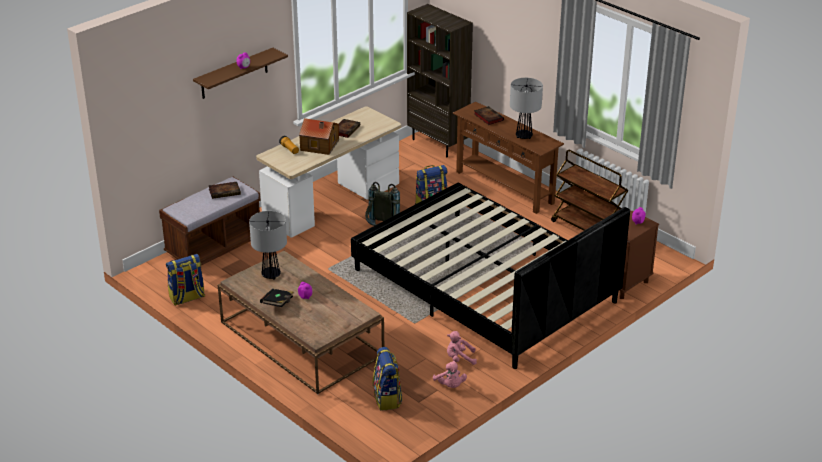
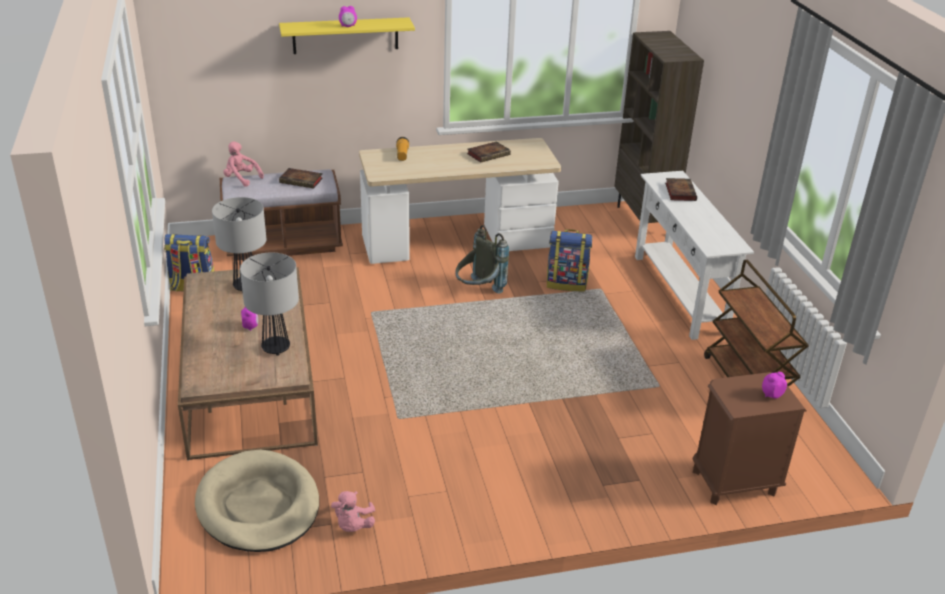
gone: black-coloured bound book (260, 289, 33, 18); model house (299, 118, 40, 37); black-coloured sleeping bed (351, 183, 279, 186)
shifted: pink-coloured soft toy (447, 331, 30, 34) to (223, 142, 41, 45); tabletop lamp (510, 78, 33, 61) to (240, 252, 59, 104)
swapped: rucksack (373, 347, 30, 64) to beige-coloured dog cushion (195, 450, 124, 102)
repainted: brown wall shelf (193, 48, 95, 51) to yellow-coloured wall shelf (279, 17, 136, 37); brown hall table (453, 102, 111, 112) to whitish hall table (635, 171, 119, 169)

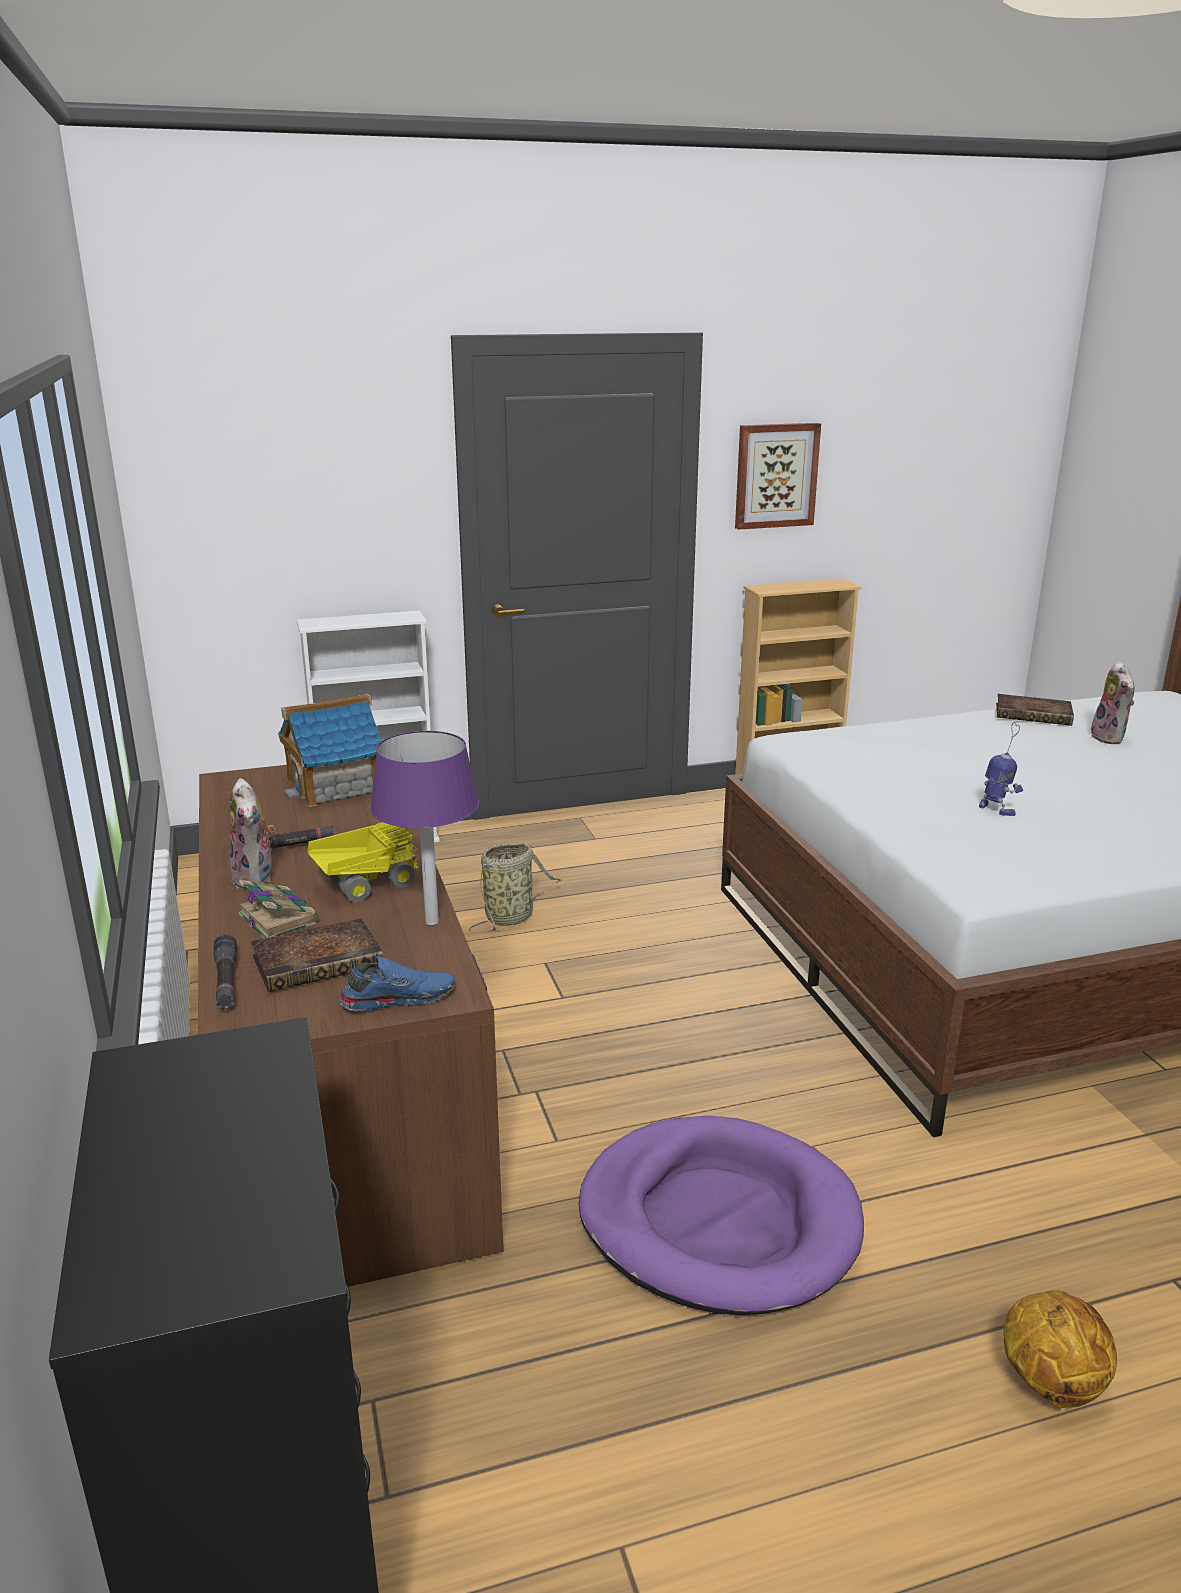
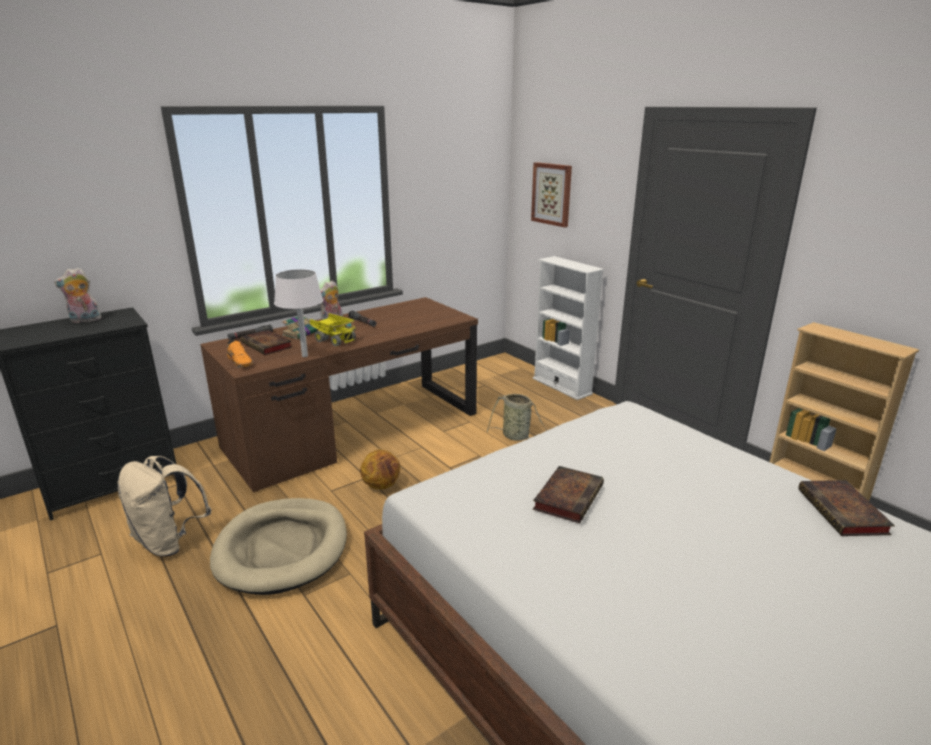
gone: model house (278, 694, 104, 113)
new: beige-coloured rucksack (118, 456, 93, 101)
shifted: picture (735, 423, 86, 107) to (531, 162, 41, 65); ball for basketball (1004, 1290, 113, 118) to (360, 450, 40, 39); soft toy (1091, 661, 44, 83) to (54, 268, 48, 55)
swapped: robot figure (979, 722, 44, 94) to bound book (533, 466, 71, 57)
repainted: blue shoe (339, 956, 116, 55) to orange-coloured shoe (227, 340, 26, 28); purple tabletop lamp (370, 731, 109, 194) to whitish tabletop lamp (274, 269, 49, 88); purple dog cushion (579, 1116, 285, 199) to beige-coloured dog cushion (210, 498, 137, 97)

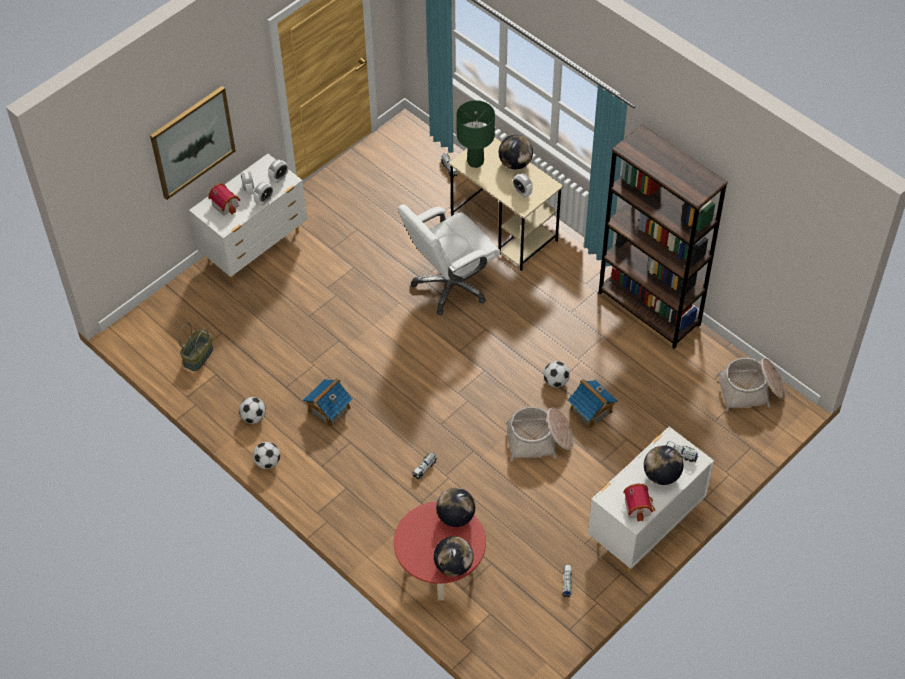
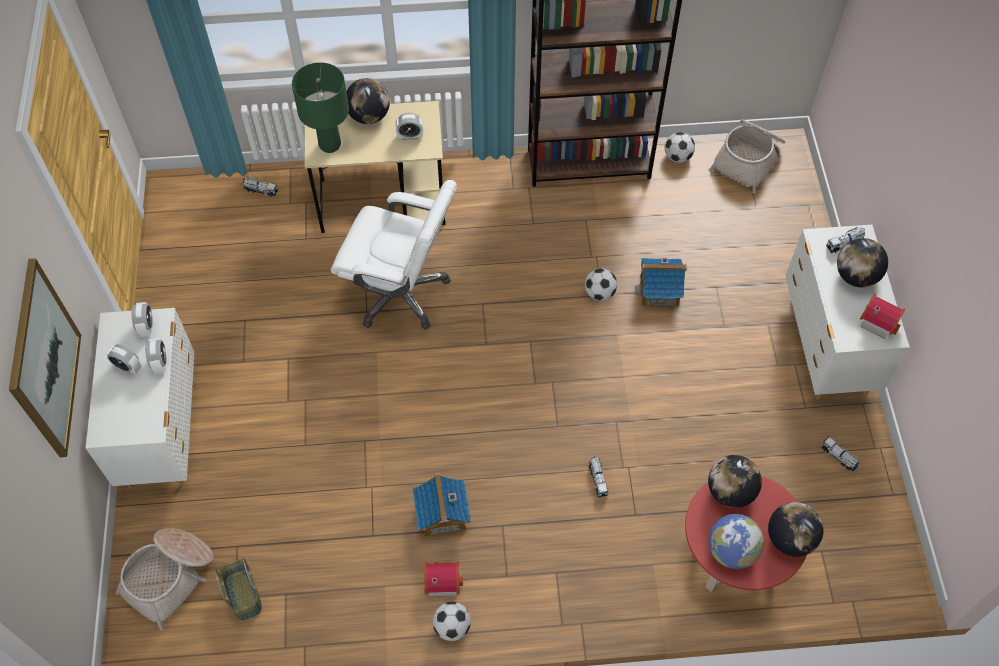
new: world globe (709, 514, 55, 55)
shifted: model house (208, 183, 32, 33) to (424, 562, 39, 35); football (239, 397, 27, 27) to (665, 132, 30, 31); storage basket (506, 407, 68, 55) to (116, 528, 97, 102)
rotated: whitish computer chair (398, 204, 103, 111) = (331, 180, 126, 150) 75 degrees counterclockwise

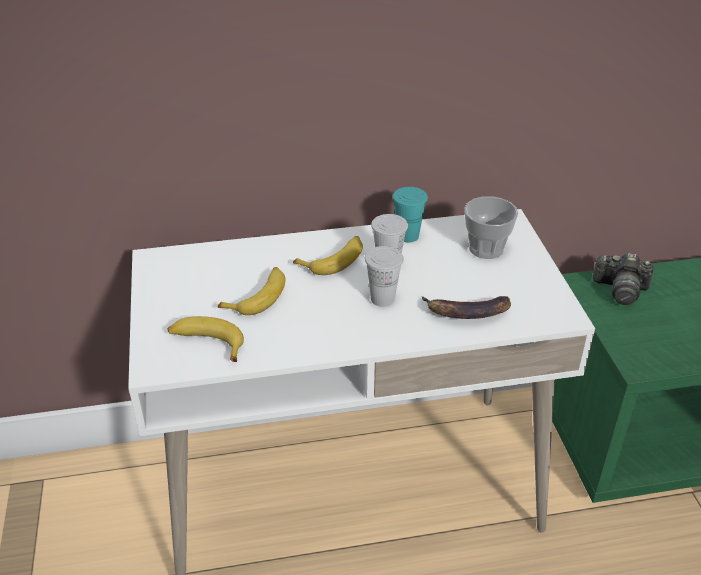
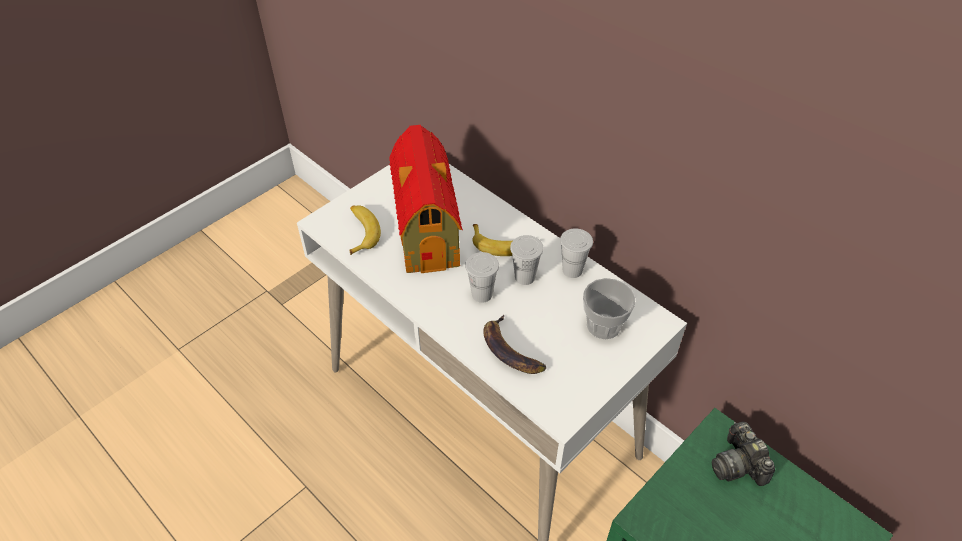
swapped: whole banana (218, 267, 68, 48) to model house (389, 125, 74, 148)
repainted: turquoise drinking cup (393, 187, 35, 56) to whitish drinking cup (560, 228, 33, 50)

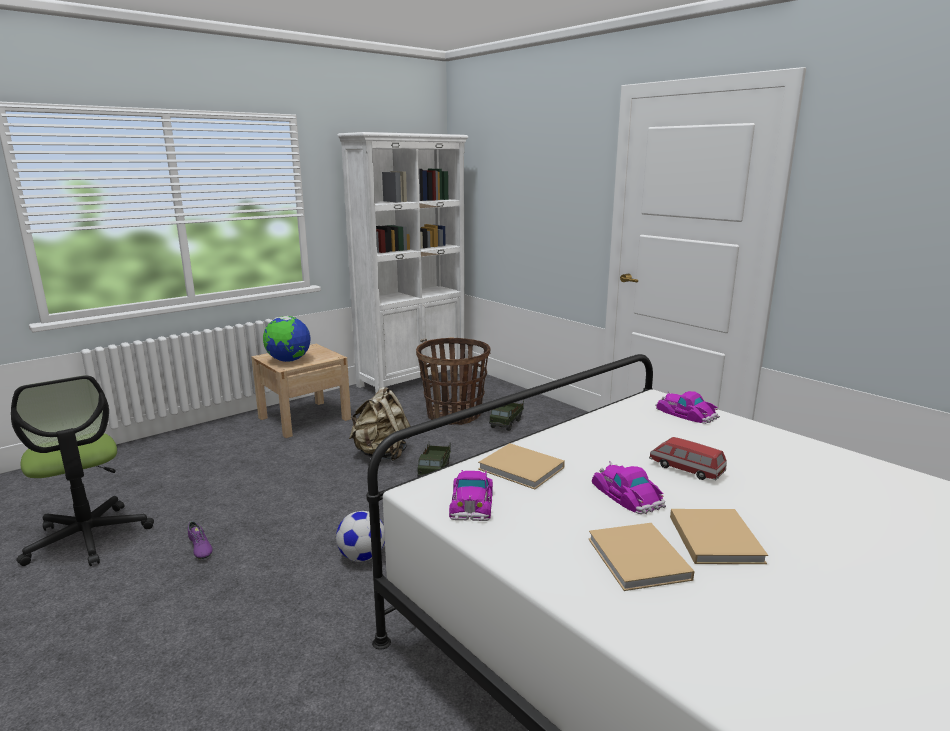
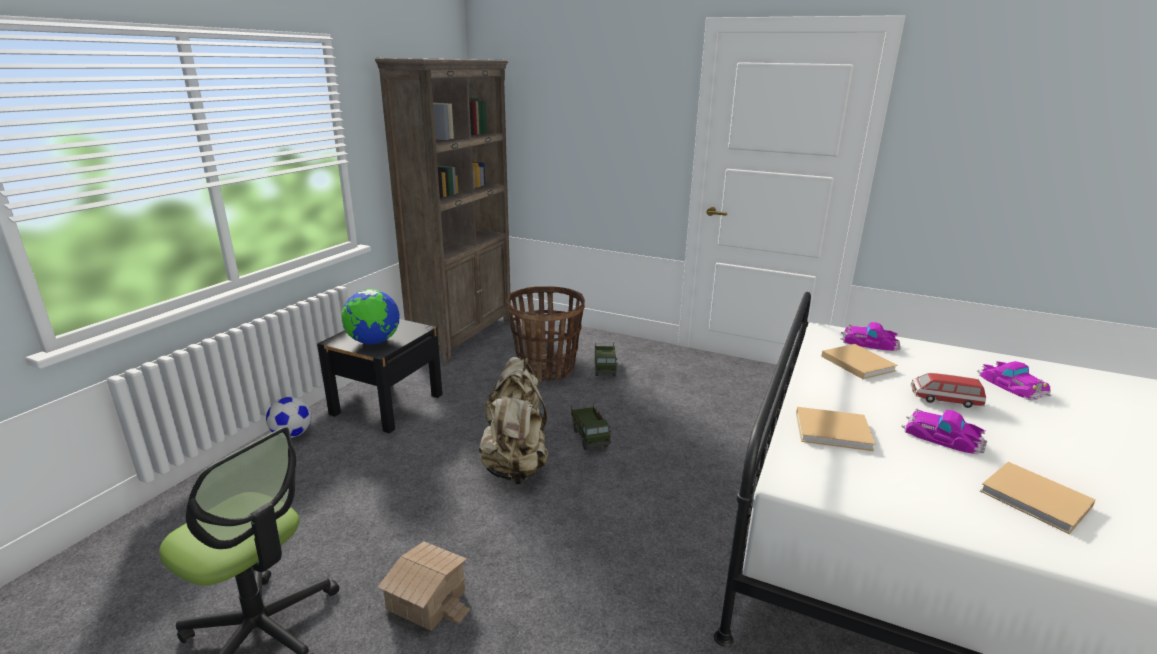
new: beige-coloured rucksack (479, 388, 69, 96)
shifted: football (336, 511, 49, 51) to (266, 397, 45, 41); miniature car (449, 470, 44, 51) to (977, 361, 75, 39); beige-coloured bound book (670, 509, 98, 55) to (821, 344, 77, 35)
swapped: purple shoe (188, 521, 24, 39) to model house (377, 542, 93, 89)
repainted: beige-coloured bedside table (251, 344, 100, 94) to black-coloured bedside table (317, 319, 125, 114); whitish bookshelf (337, 132, 132, 262) to brown bookshelf (375, 58, 136, 305)

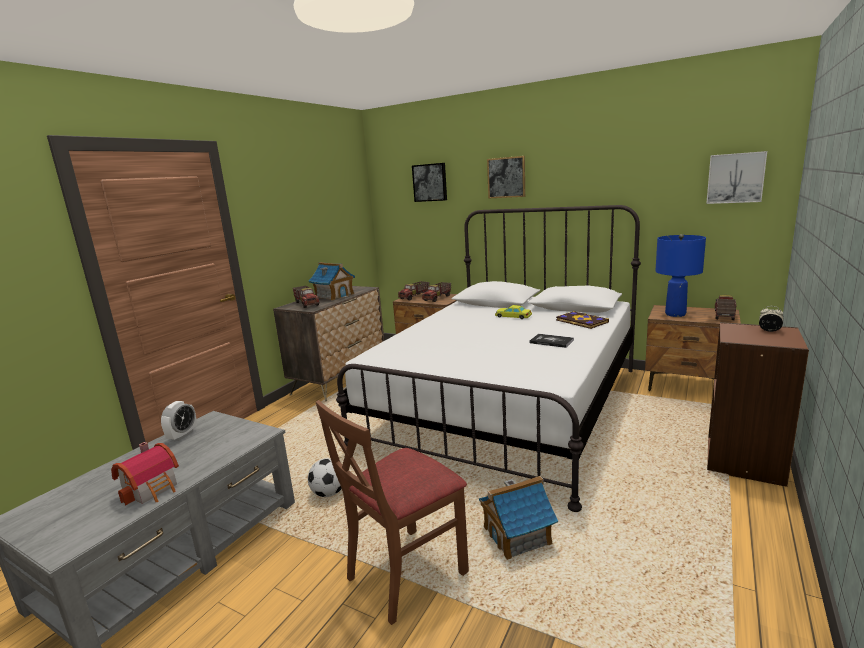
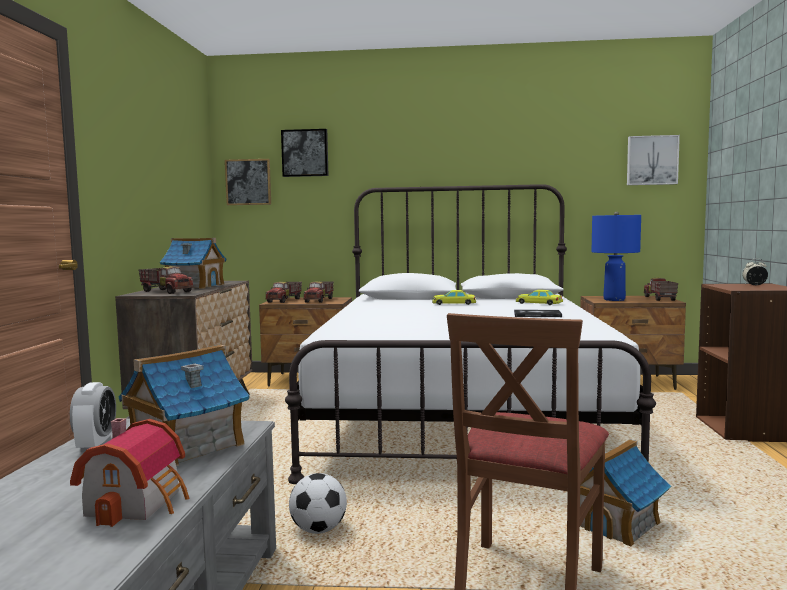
new: model house (118, 345, 132, 121)
shifted: picture (487, 156, 38, 43) to (225, 159, 46, 46)
swapped: bound book (556, 311, 53, 18) to yellow-coloured miniature car (516, 289, 47, 16)

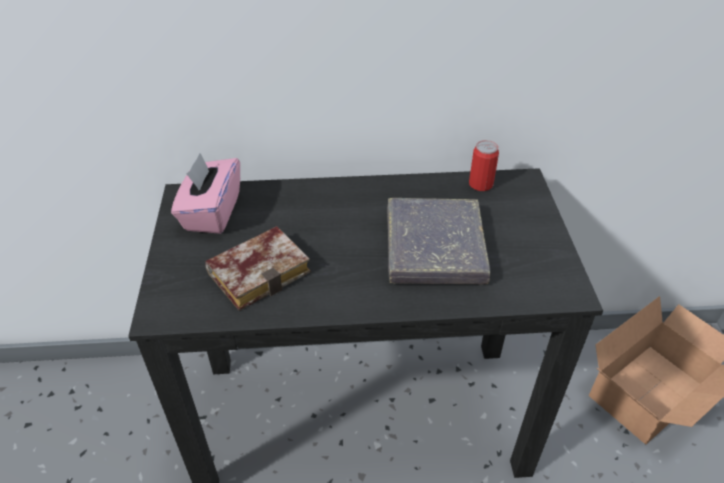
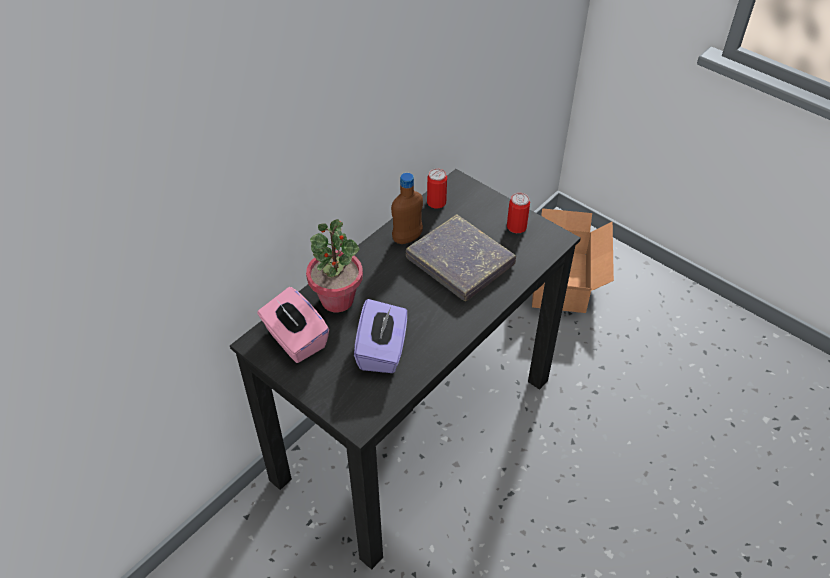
new: plant in a pot (306, 219, 57, 94); brown drink bottle (391, 173, 32, 71); can (507, 193, 23, 40)
swapped: bound book (205, 226, 106, 85) to purple box of tissues (354, 299, 53, 74)

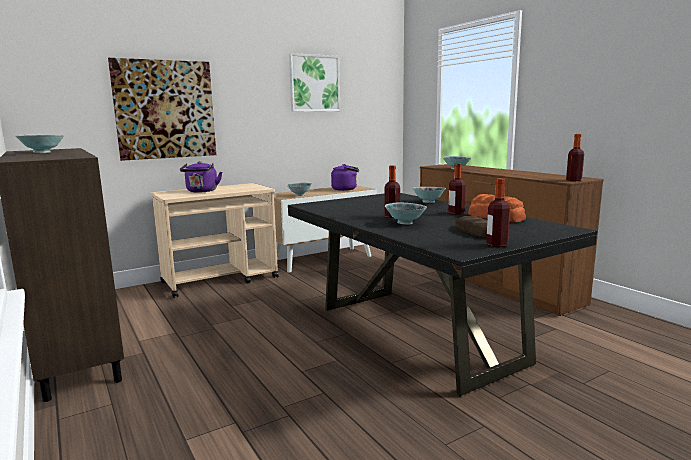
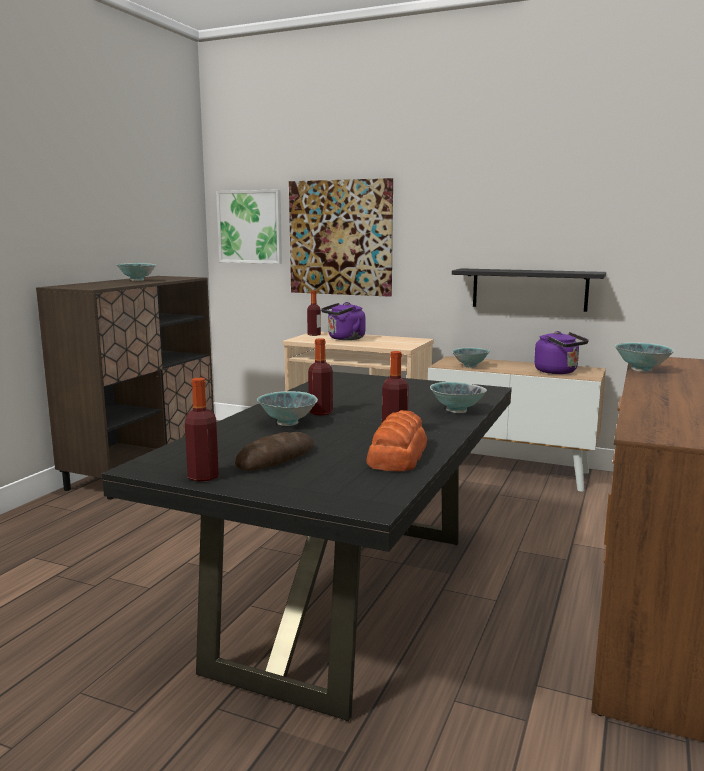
new: black-coloured wall shelf (452, 268, 154, 44)
shifted: picture (289, 53, 51, 59) to (216, 189, 66, 75); drink bottle (566, 134, 18, 47) to (307, 290, 14, 46)

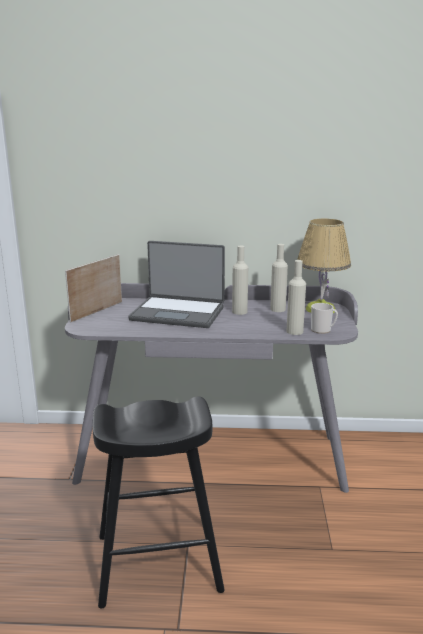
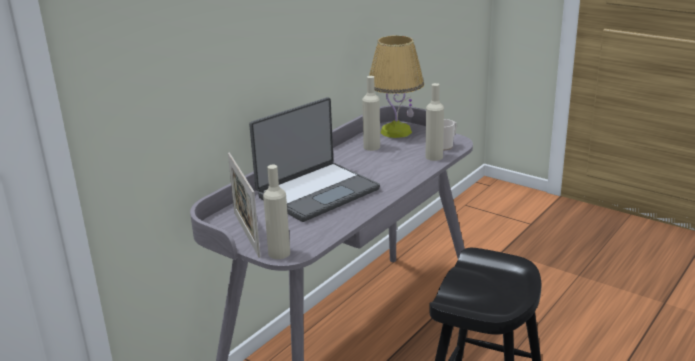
shifted: beige-coloured drink bottle (232, 246, 16, 69) to (263, 165, 27, 94)

